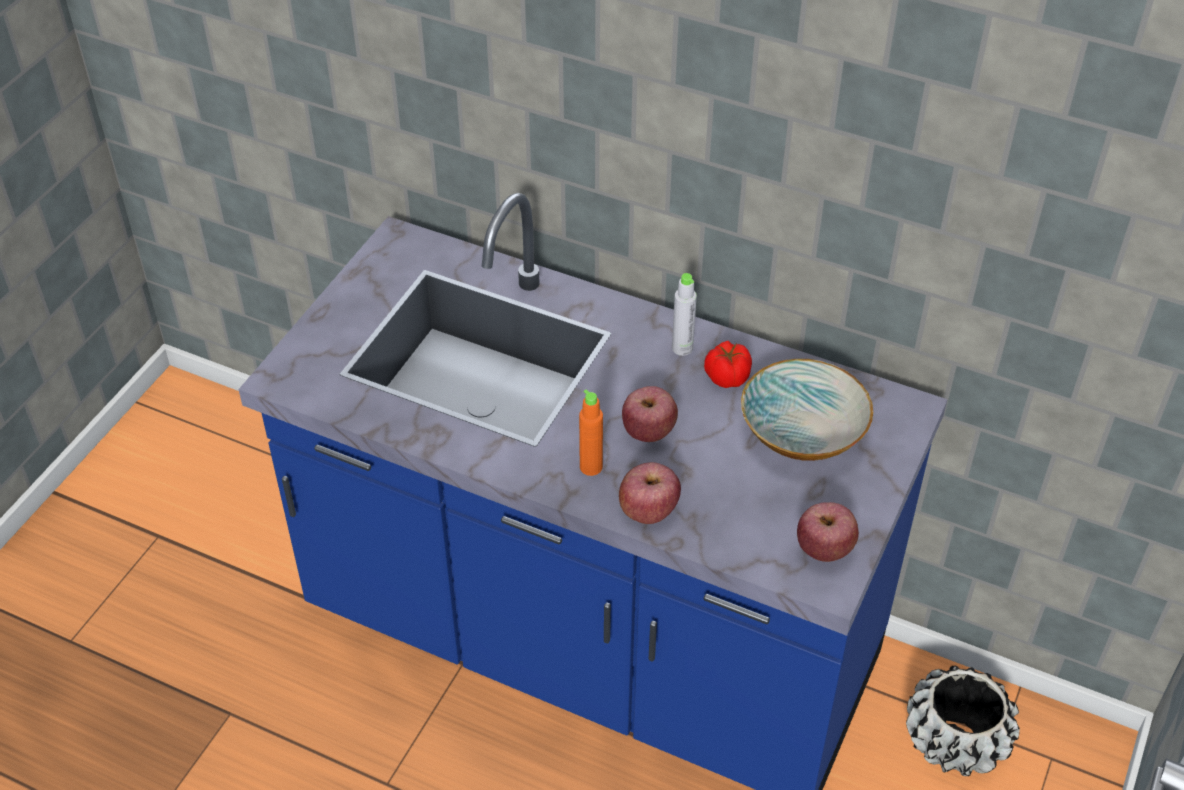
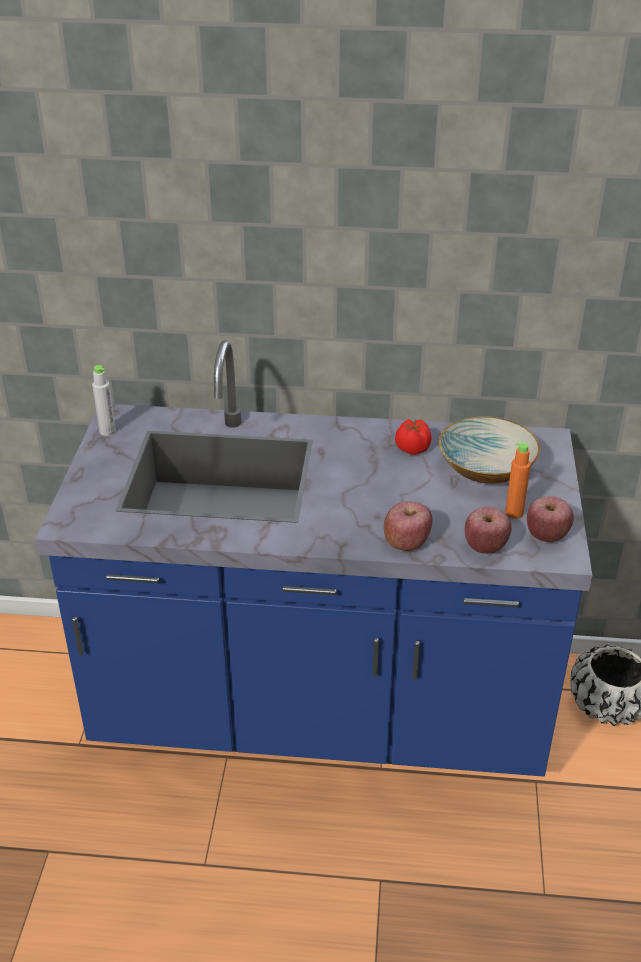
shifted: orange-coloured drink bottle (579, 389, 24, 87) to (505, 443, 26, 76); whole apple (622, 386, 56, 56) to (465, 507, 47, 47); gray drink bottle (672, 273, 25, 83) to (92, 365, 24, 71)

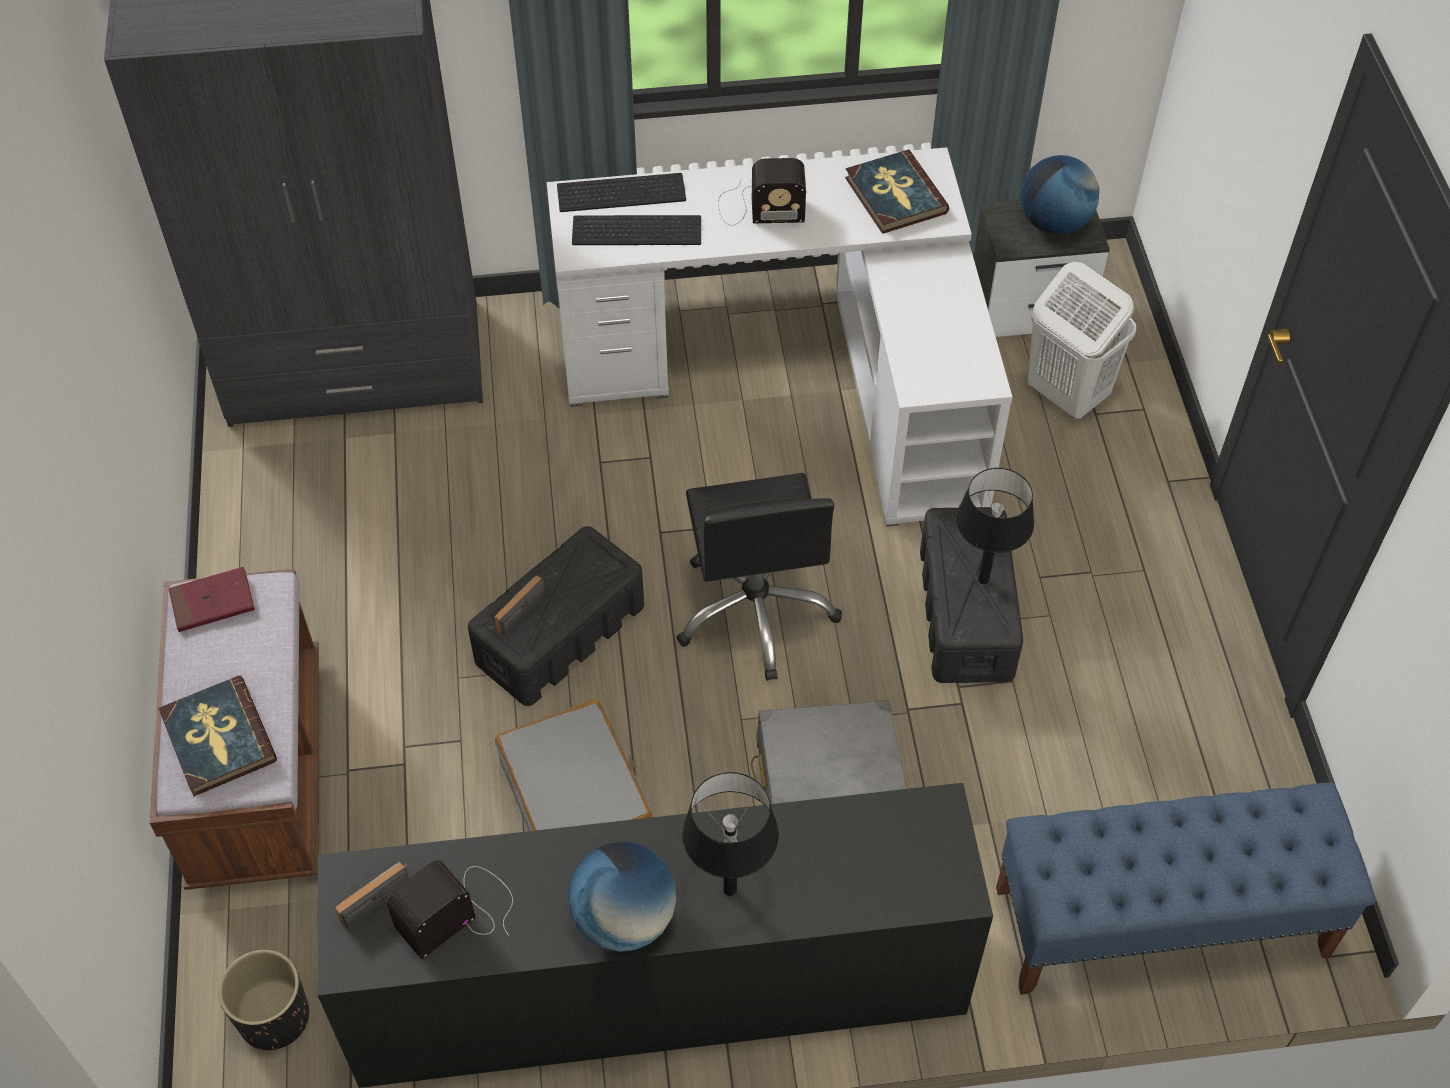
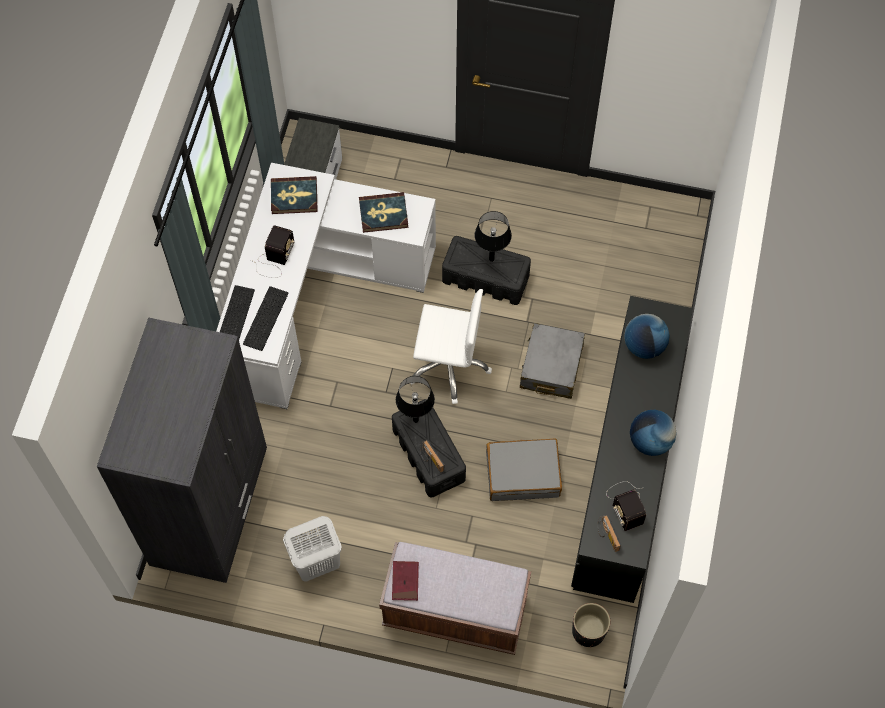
gone: blue indoor bench (996, 782, 380, 213)
shifted: bound book (158, 675, 119, 121) to (359, 192, 49, 41); black-coloured tabletop lamp (682, 772, 97, 124) to (396, 376, 39, 47); world globe (1020, 155, 79, 80) to (624, 314, 46, 45); whitish hamper (1028, 262, 108, 157) to (283, 516, 59, 66)
repainted: black-coloured computer chair (676, 473, 166, 208) to whitish computer chair (410, 289, 82, 115)

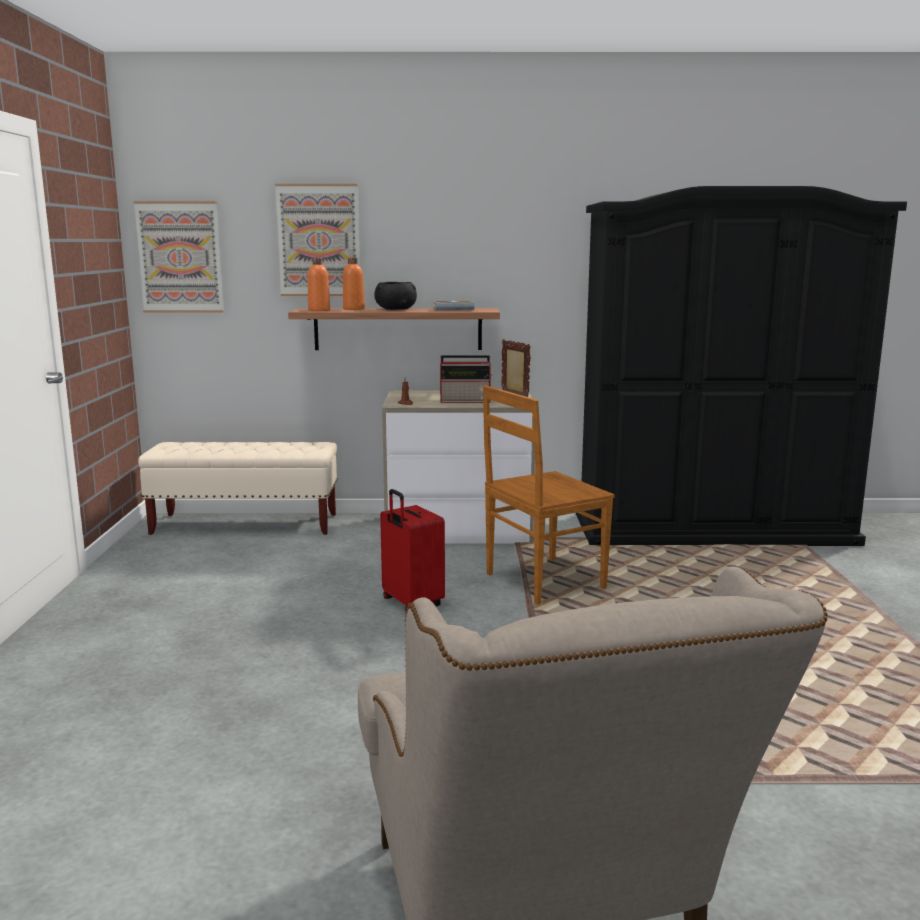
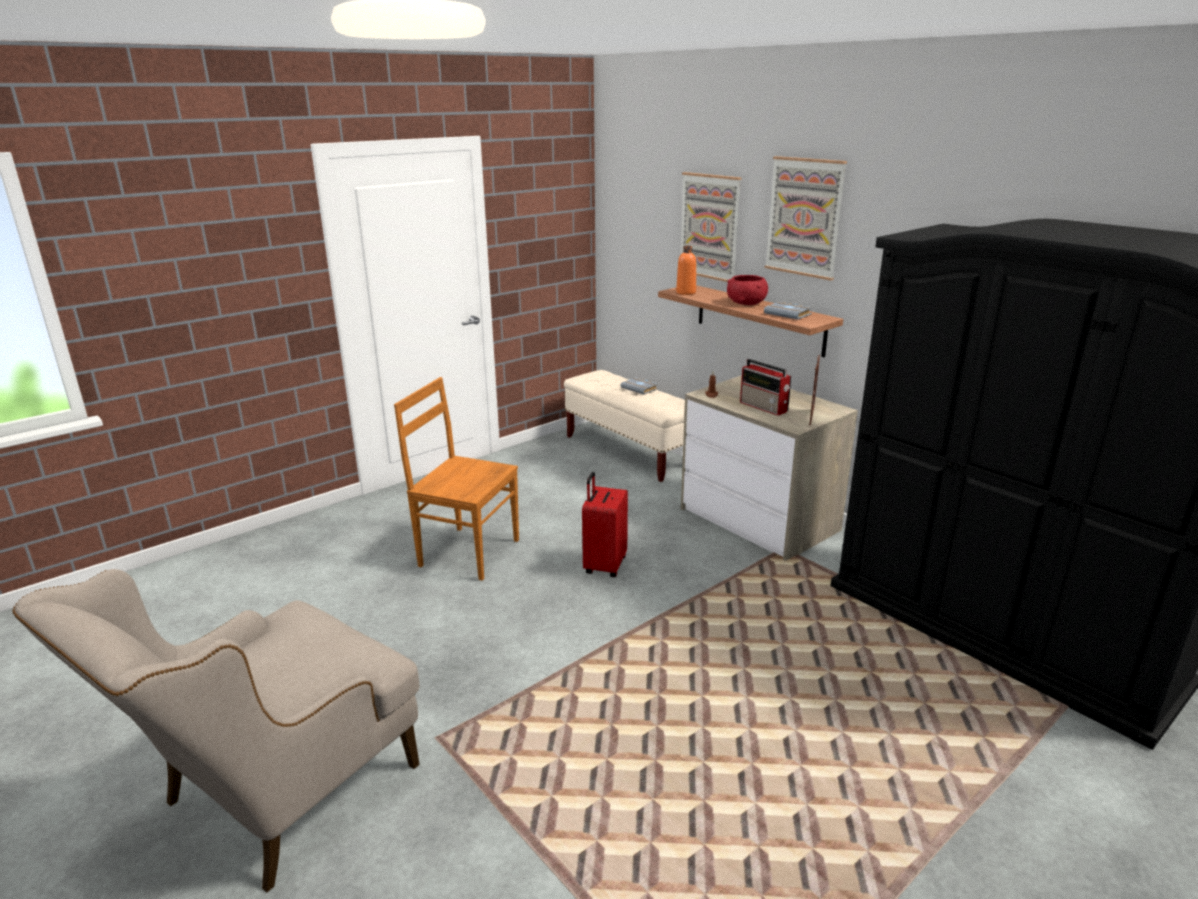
gone: orange-coloured drink bottle (343, 257, 22, 53)
new: gray bound book (621, 377, 38, 18)
shifted: picture (134, 201, 90, 112) to (765, 156, 82, 125); brown plain chair (483, 385, 131, 220) to (394, 377, 125, 204)
repainted: black-coloured serving bowl (374, 282, 43, 28) to reddish serving bowl (727, 275, 41, 30)

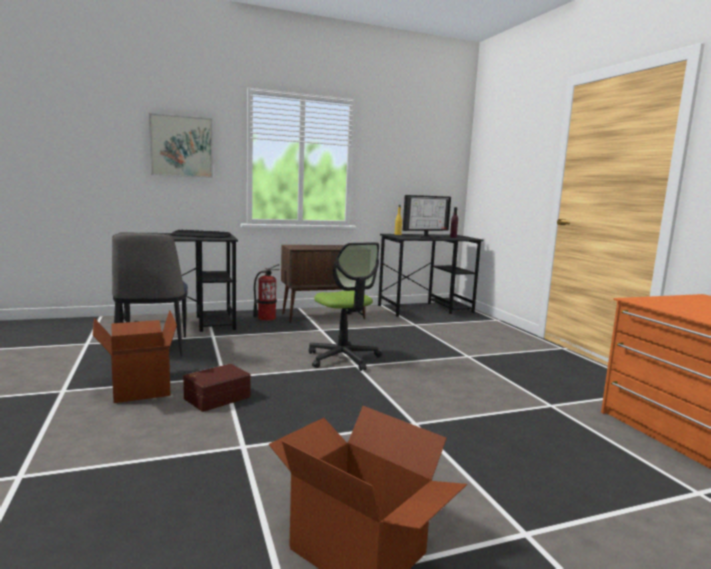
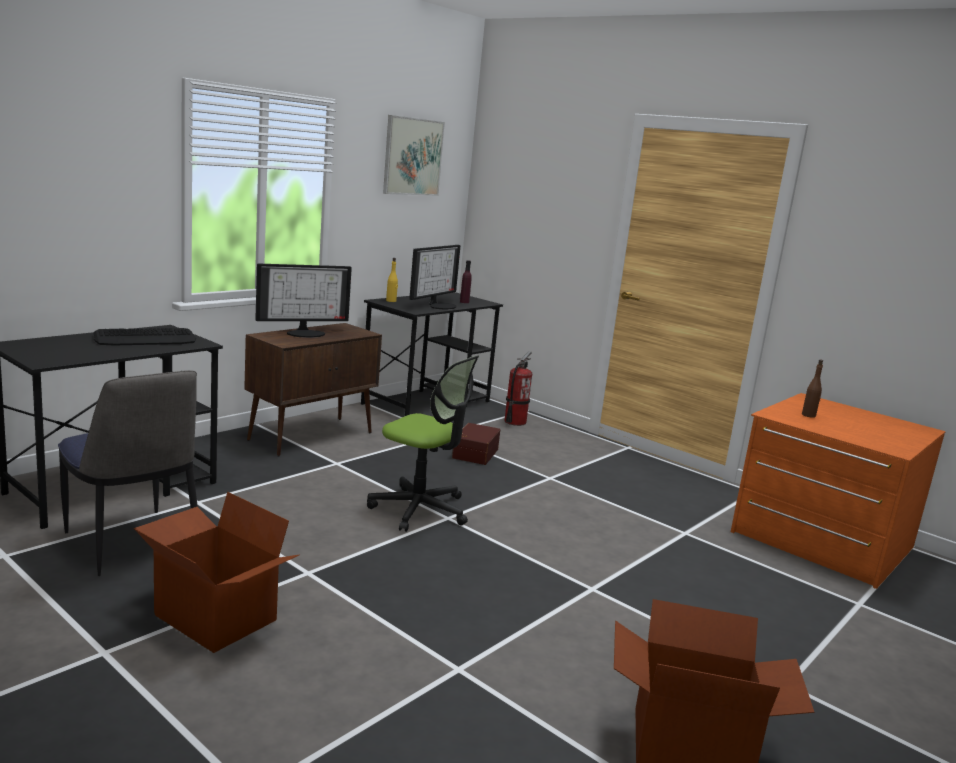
new: monitor (255, 263, 97, 75); brown drink bottle (802, 359, 21, 59)
shifted: picture (149, 113, 64, 65) to (383, 115, 62, 81); brown storage box (183, 364, 68, 48) to (452, 423, 48, 42); fire extinguisher (253, 264, 27, 57) to (505, 351, 27, 75)

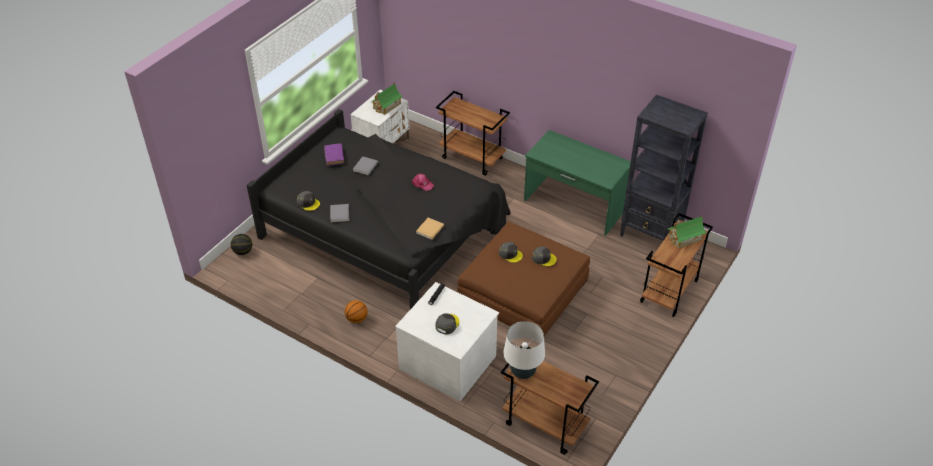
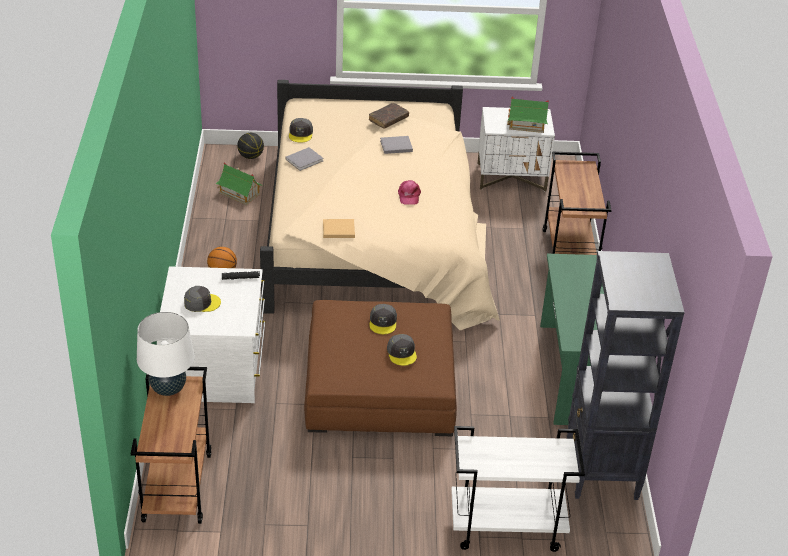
shifted: model house (668, 215, 39, 33) to (216, 162, 46, 43)
repainted: black-coloured sleeping bed (247, 109, 264, 200) to beige-coloured sleeping bed (260, 80, 240, 250); purple bound book (324, 144, 20, 22) to brown bound book (369, 103, 40, 26); brown trolley (640, 213, 73, 104) to whitish trolley (451, 426, 134, 126)

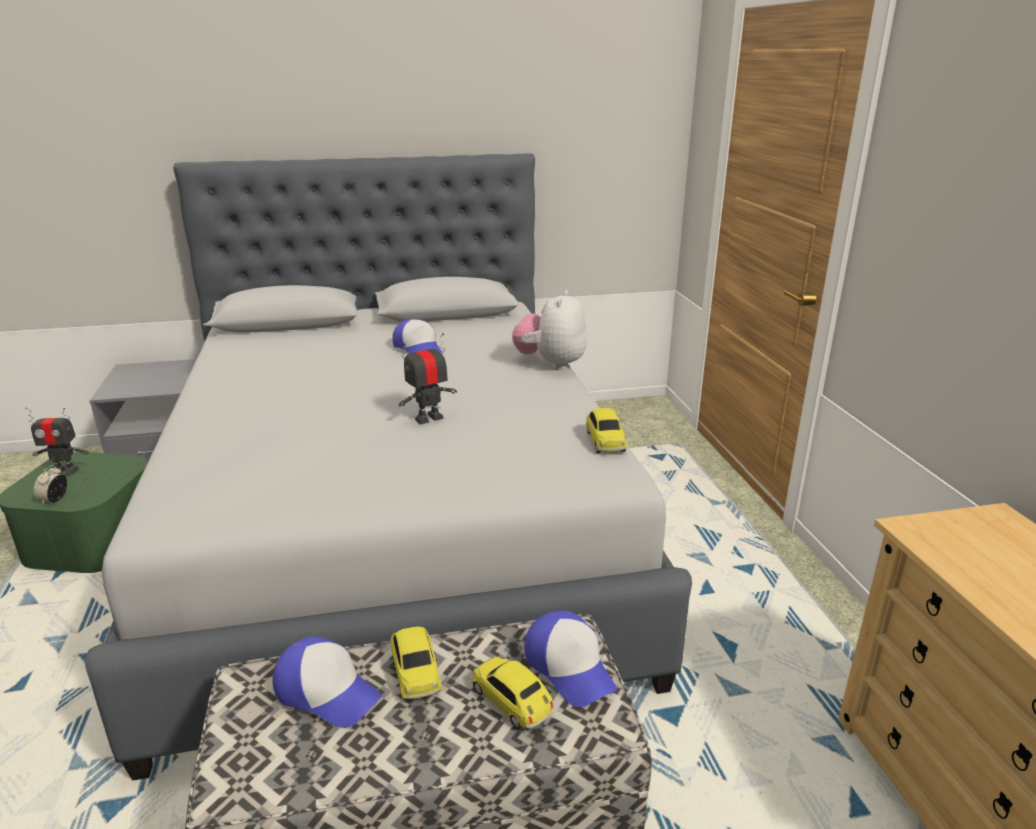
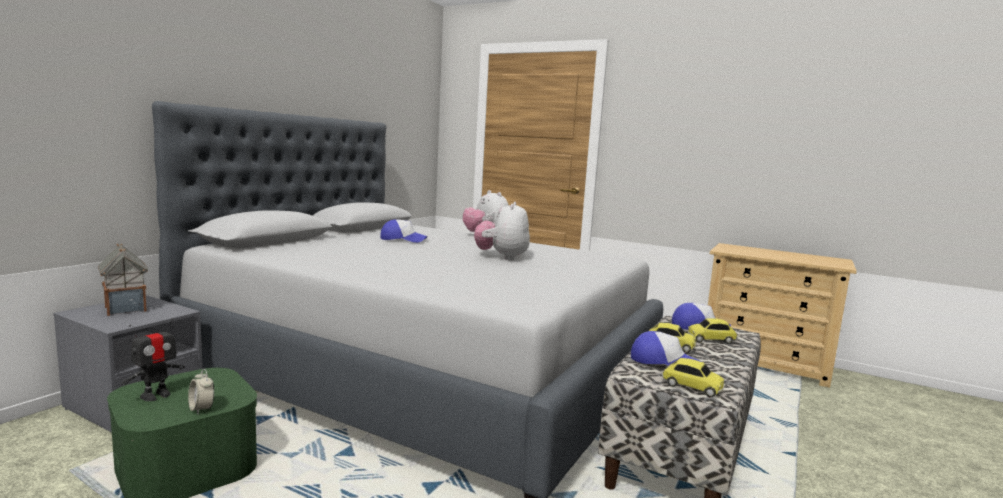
new: model house (98, 243, 50, 73)
shifted: miniature car (586, 408, 41, 45) to (662, 358, 63, 40)
swapped: robot figure (399, 333, 58, 91) to soft toy (474, 202, 56, 58)
rotated: baseball cap (272, 637, 110, 91) = (631, 331, 71, 35) 45 degrees clockwise

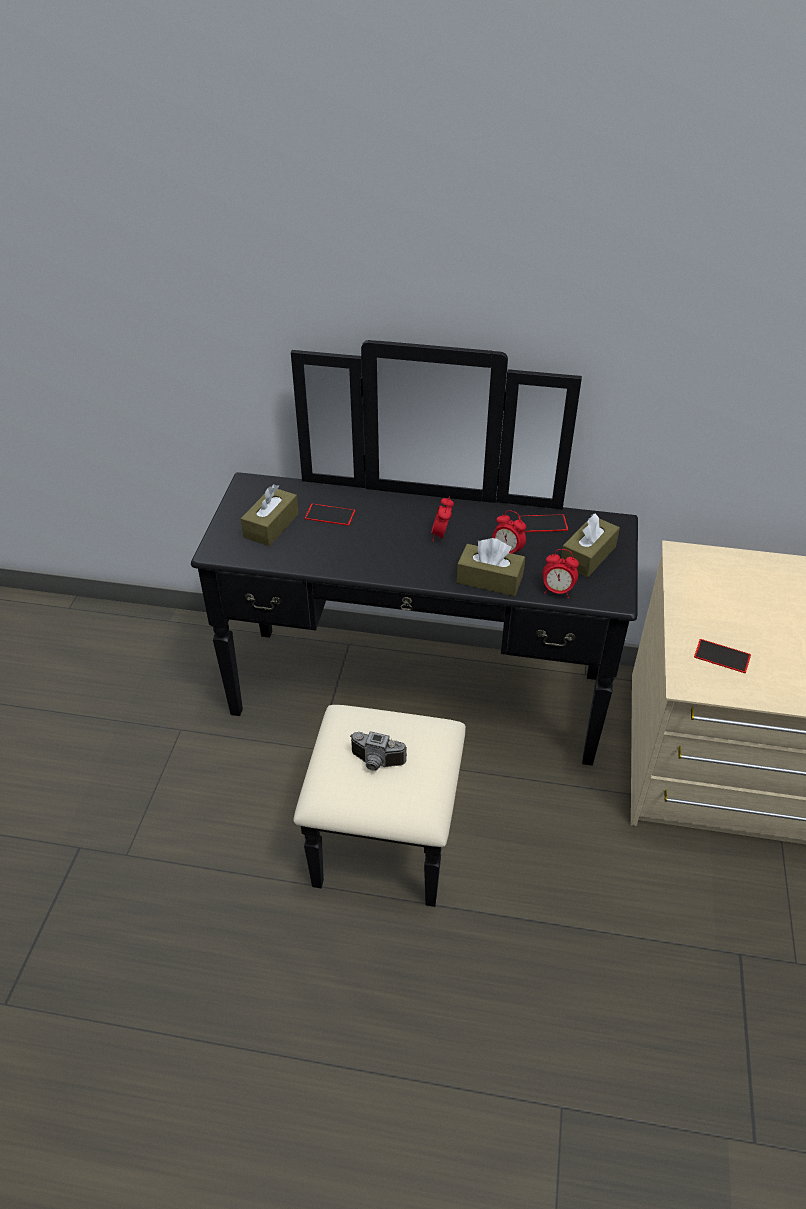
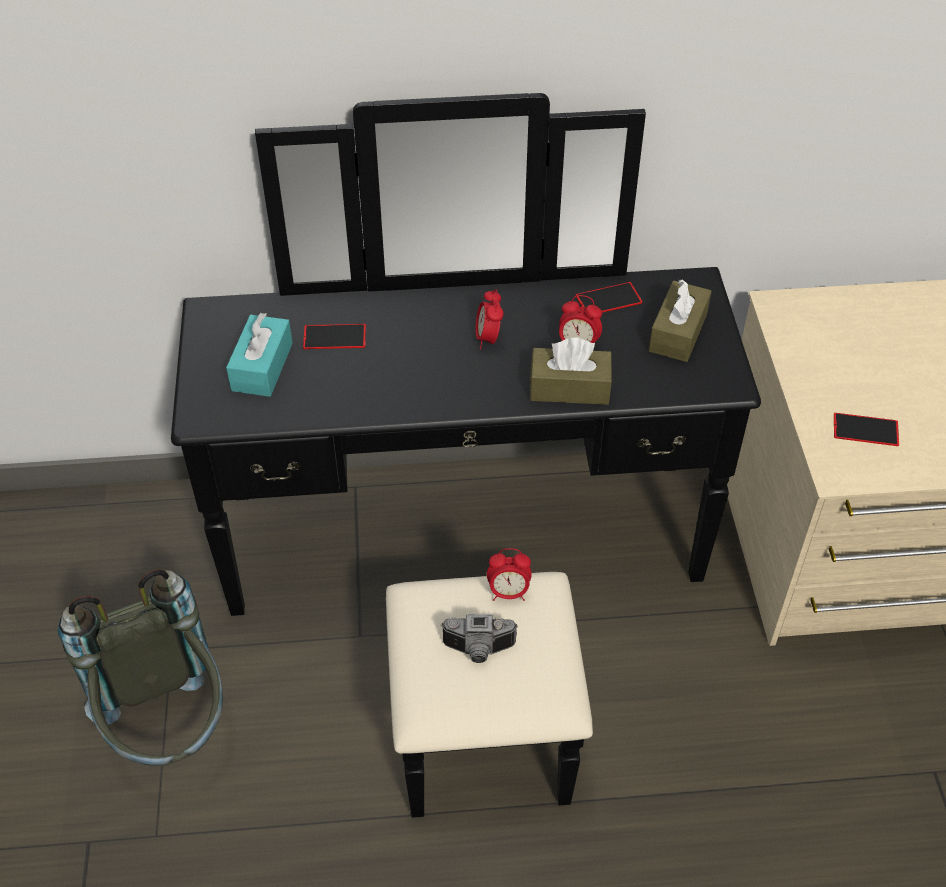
new: gray rucksack (58, 569, 165, 197)
shifted: bedside clock (543, 549, 36, 49) to (487, 548, 45, 53)
repainted: brown box of tissues (241, 484, 58, 62) to turquoise box of tissues (226, 313, 67, 84)

